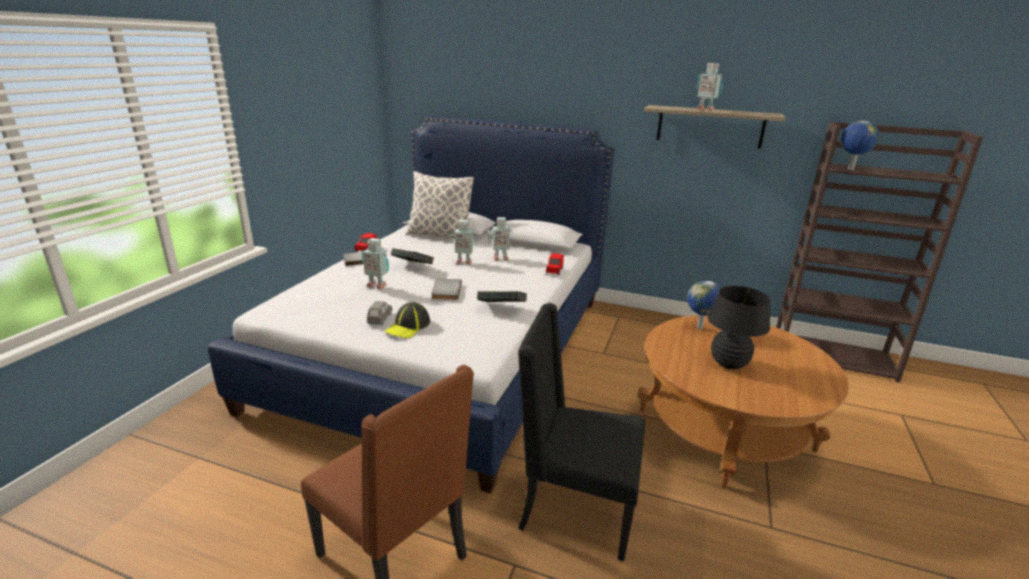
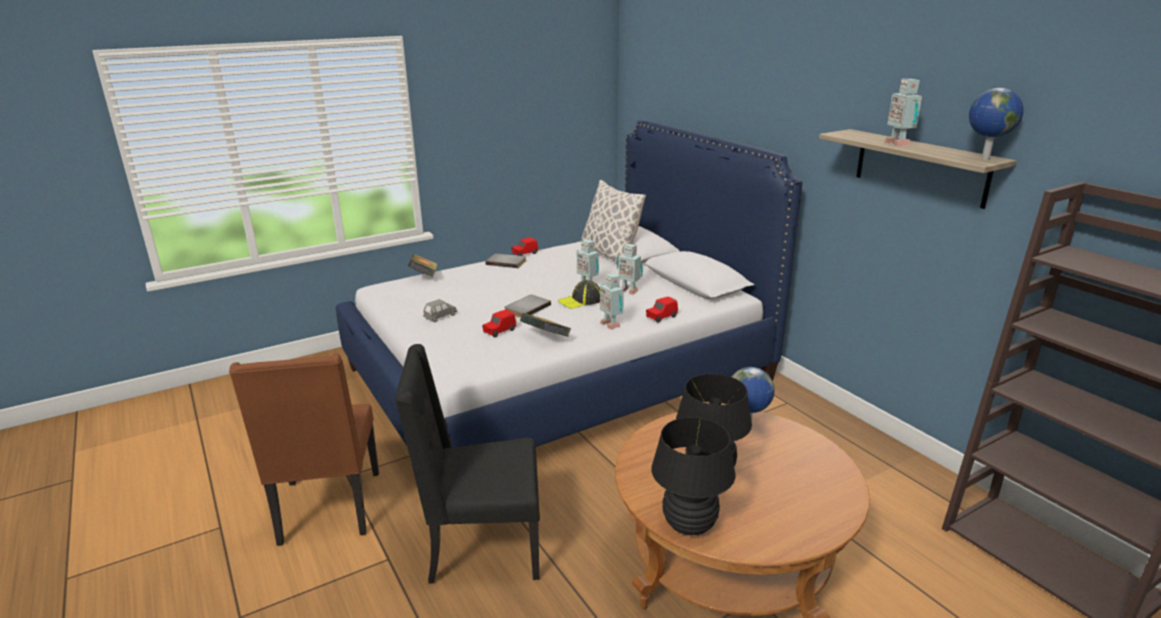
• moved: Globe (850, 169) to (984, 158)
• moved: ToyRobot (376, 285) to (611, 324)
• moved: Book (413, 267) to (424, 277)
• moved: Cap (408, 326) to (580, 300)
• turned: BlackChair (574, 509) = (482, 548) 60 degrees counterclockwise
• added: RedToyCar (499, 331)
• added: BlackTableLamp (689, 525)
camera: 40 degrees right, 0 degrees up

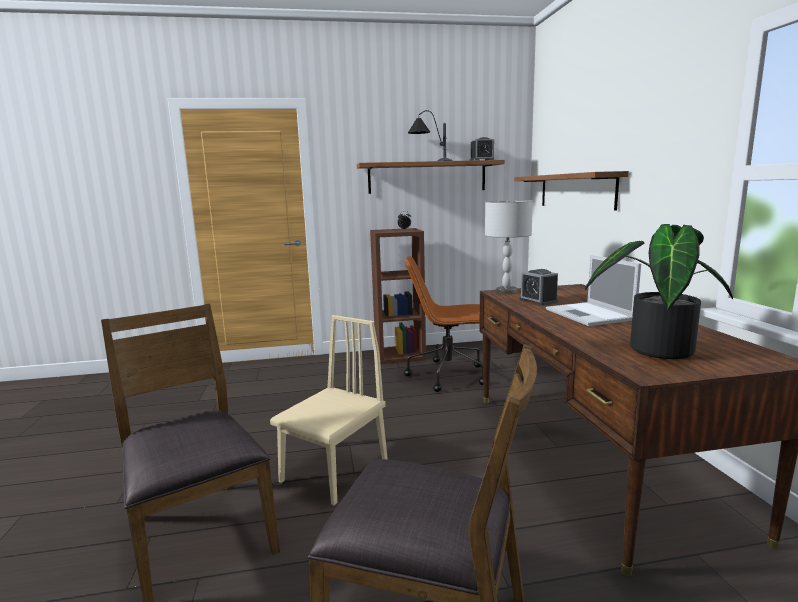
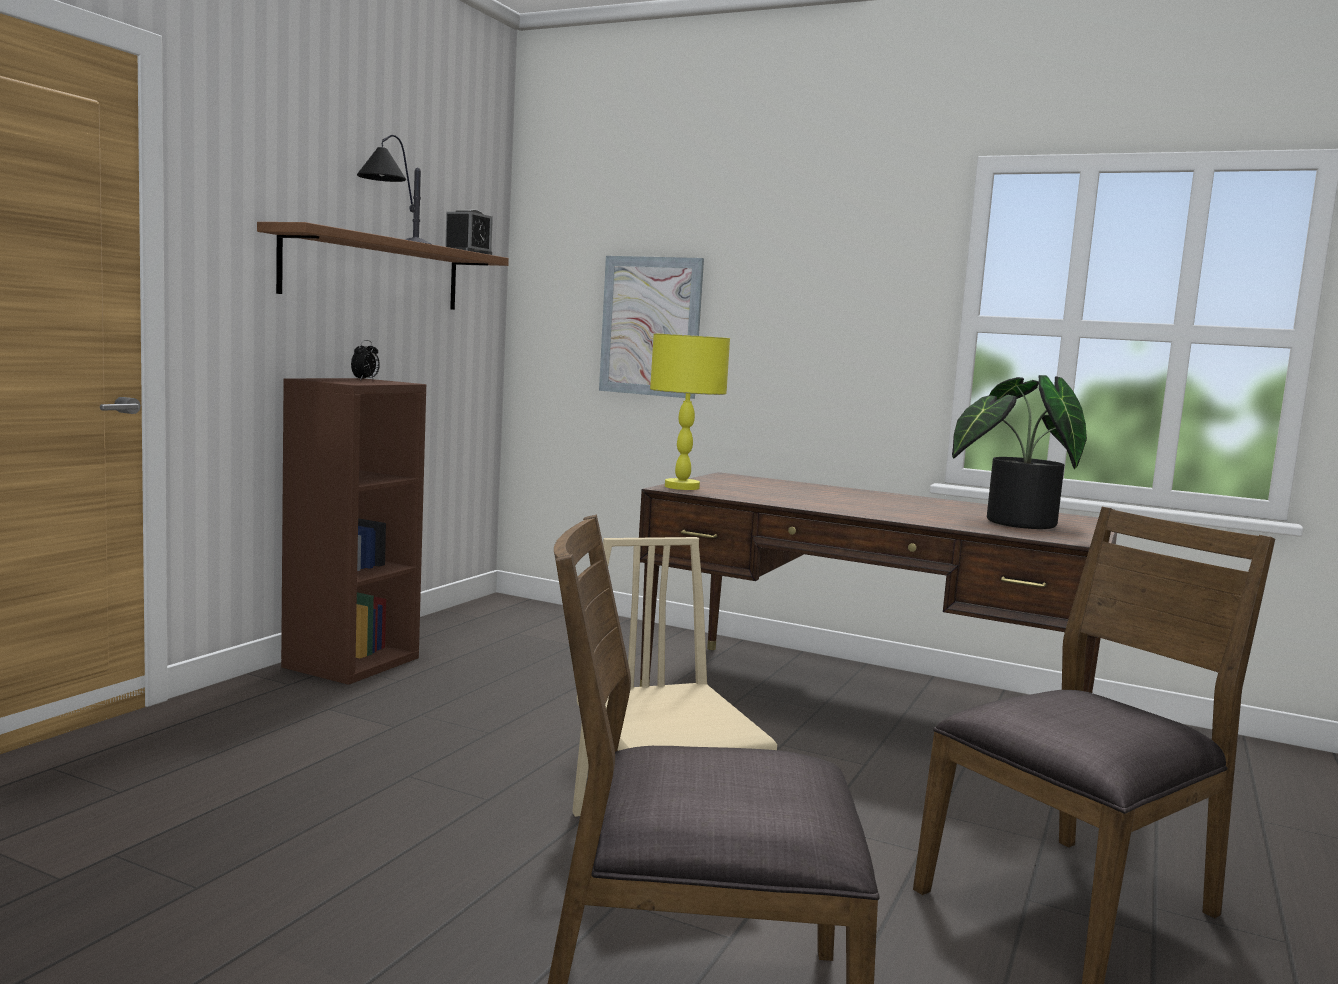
• replaced: Shelf (575, 191) to Picture (650, 326)
• recoloured: GreyTableLamp (507, 292) to YellowTableLamp (682, 487)
• removed: BrownOfficeChair (449, 375)
• removed: Laptop (590, 315)
• removed: AlarmClock (538, 301)
camera: 55 degrees left, 5 degrees down

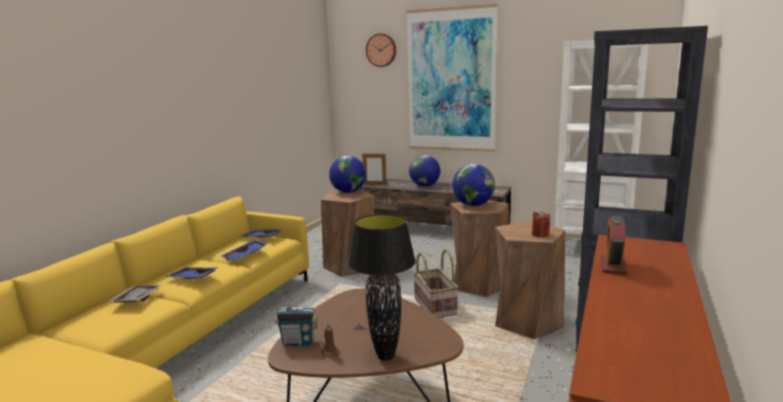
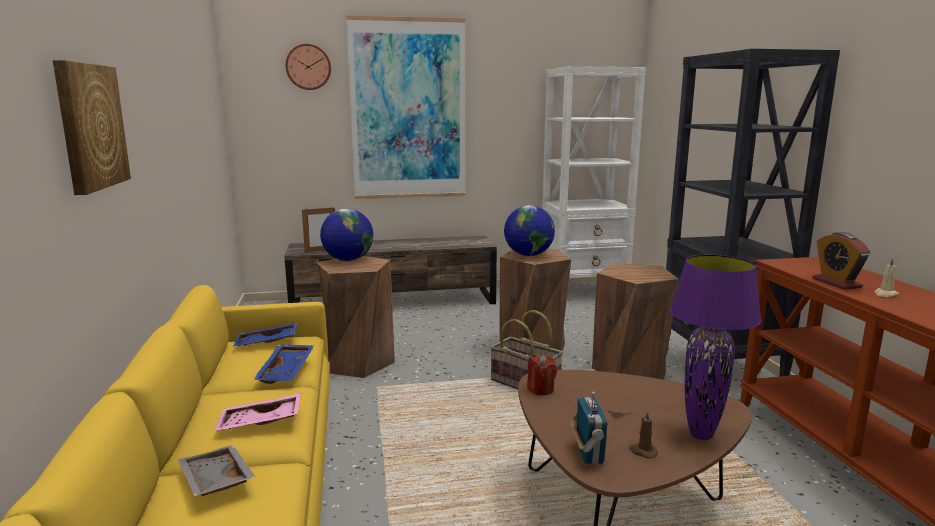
• removed: Globe (424, 186)
• moved: RedCandle (540, 234) to (540, 389)
• recoloured: BlackTableLamp (386, 356) to PurpleTableLamp (701, 435)
• recoloured: BlueTray (192, 279) to PinkTray (260, 423)
• turned: Radio (298, 342) = (588, 454) 60 degrees counterclockwise
• added: Picture (90, 126)
• added: BeigeCandle (885, 294)
camera: 35 degrees left, 0 degrees up

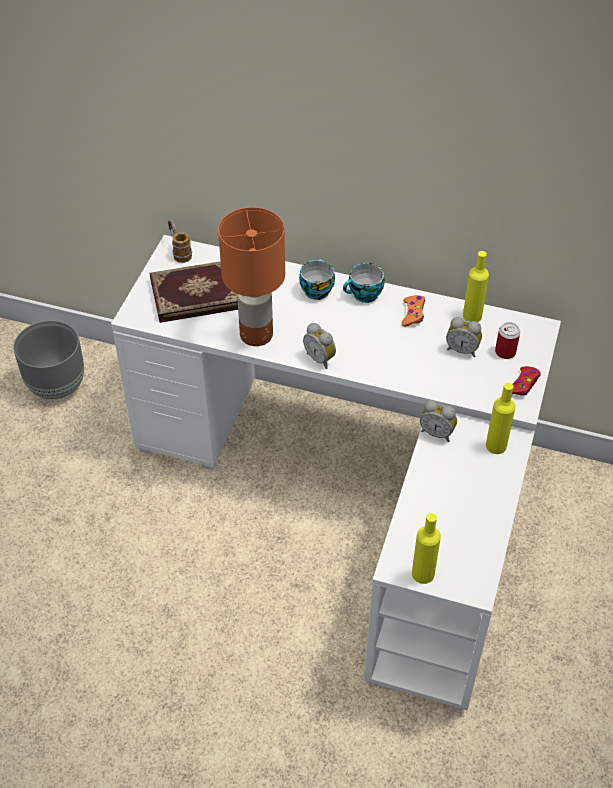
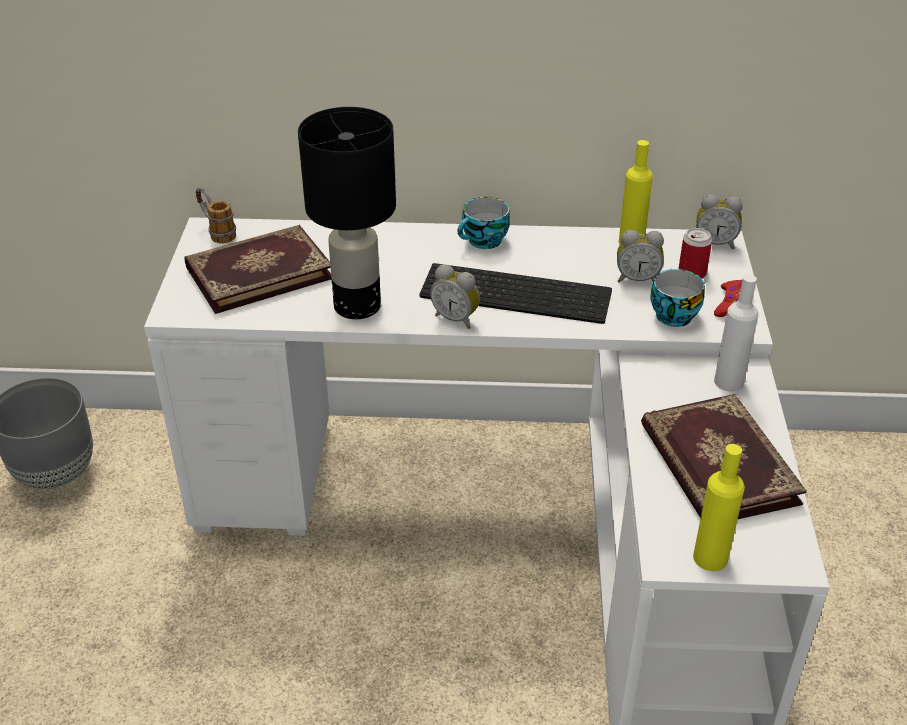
• recoloured: OrangeTableLamp (257, 334) to BlackTableLamp (358, 305)
• moved: Cup (316, 290) to (671, 314)
• removed: OrangeGameController (413, 314)
• recoloured: YellowBottle (496, 445) to WhiteBottle (728, 382)
• moved: AlarmClock (437, 432) to (715, 243)
• added: Keyboard (518, 292)
• added: Book (716, 464)
camera: 15 degrees left, 10 degrees down

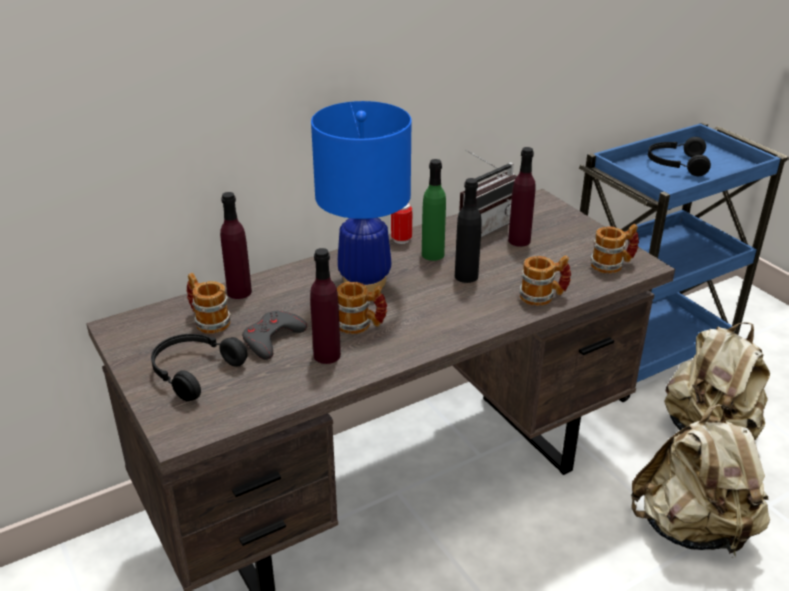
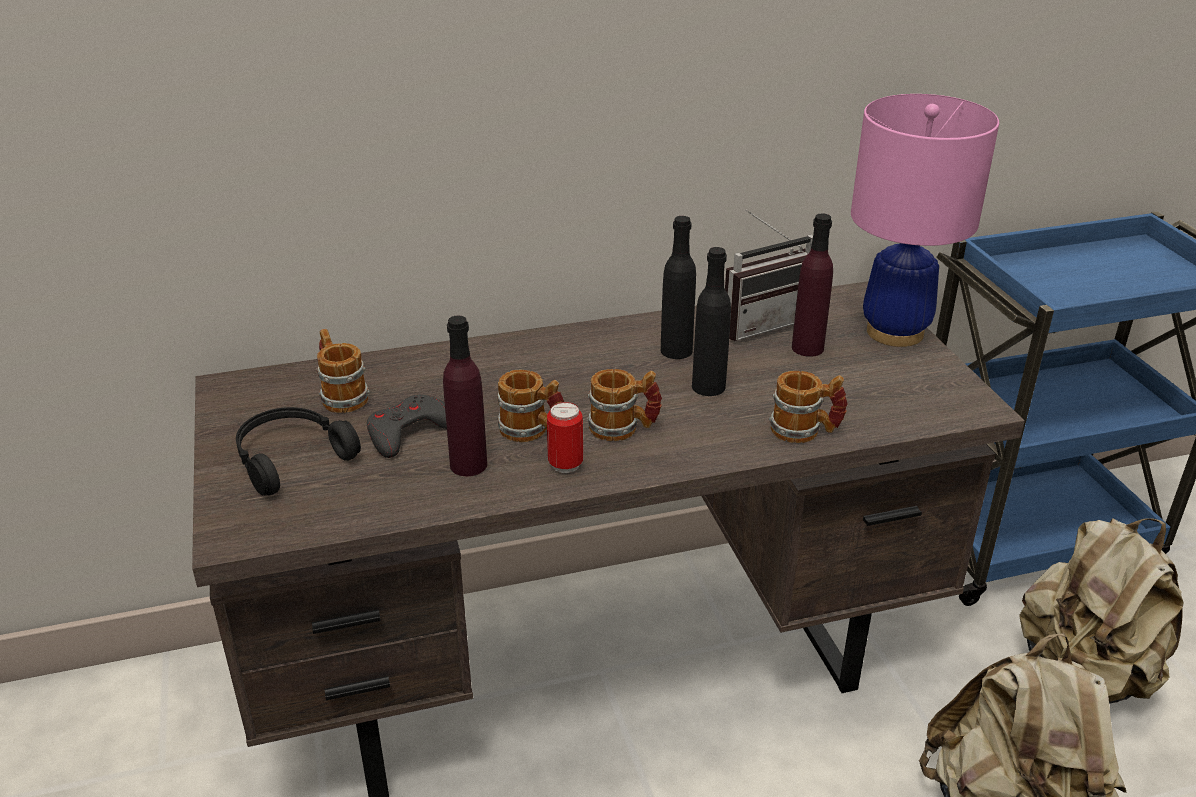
• removed: BlueTableLamp (365, 281)
• removed: BlackHeadphones (676, 164)
• recoloured: GreenBottle (432, 254) to BlackBottle (676, 350)
• removed: PurpleBottle (239, 292)
• moved: Can (401, 239) to (565, 464)
• moved: Mug (612, 265) to (623, 428)
• added: PinkTableLamp (894, 332)
camera: 15 degrees right, 0 degrees up

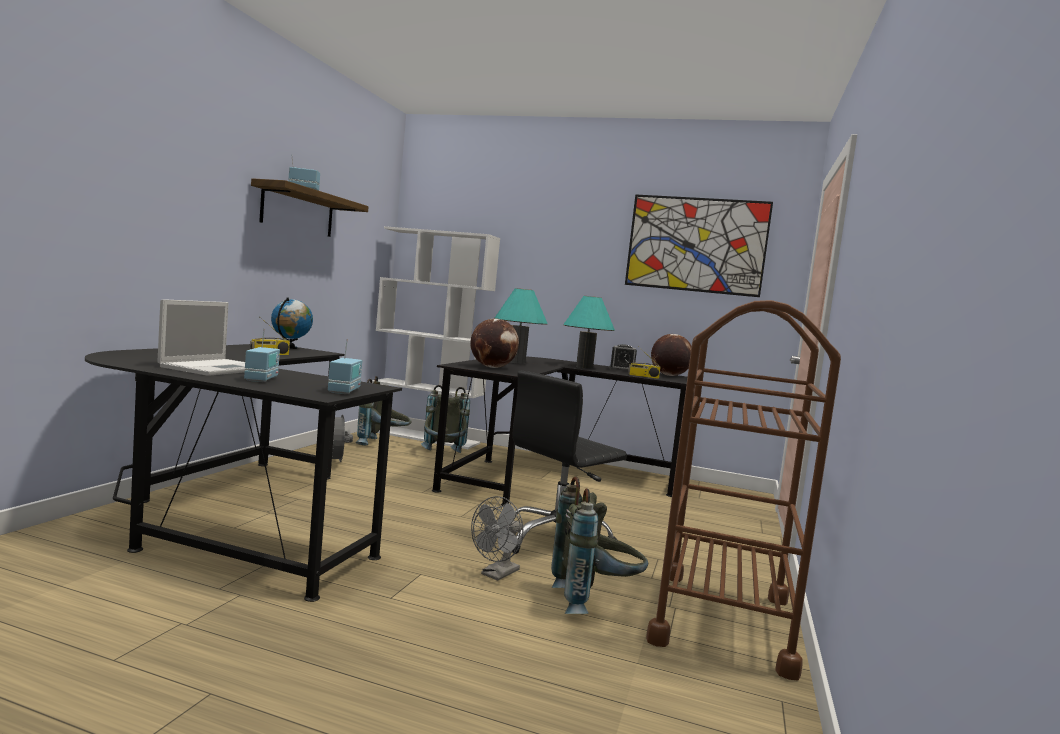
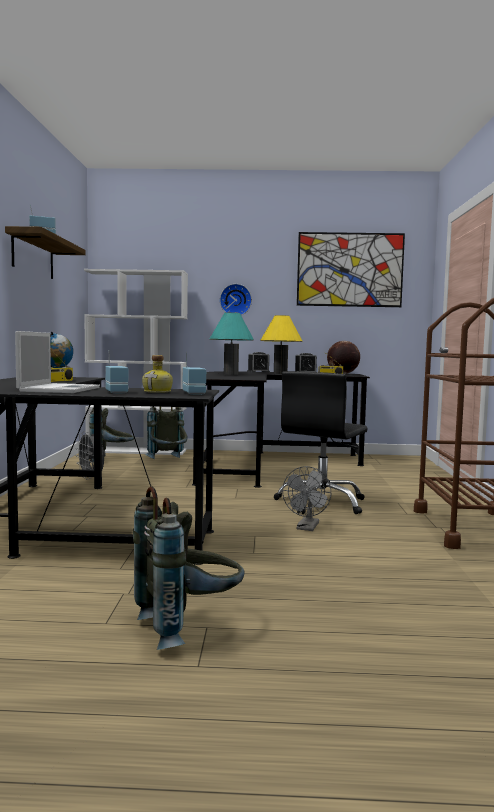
• recoloured: TurquoiseTableLamp (584, 367) to YellowTableLamp (280, 373)
• removed: Globe (492, 367)
• moved: GreyBackpack (594, 602) to (189, 627)
• added: WallClock (235, 300)
• added: AlarmClock (258, 372)
• added: Bottle (158, 392)
camera: 15 degrees left, 0 degrees up

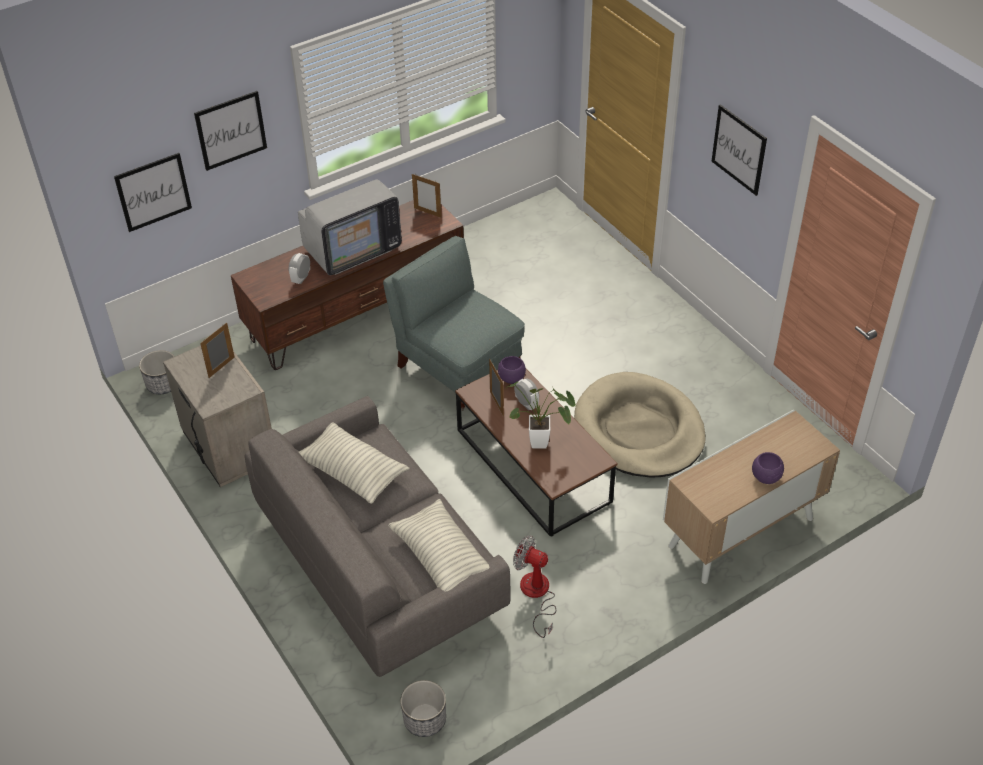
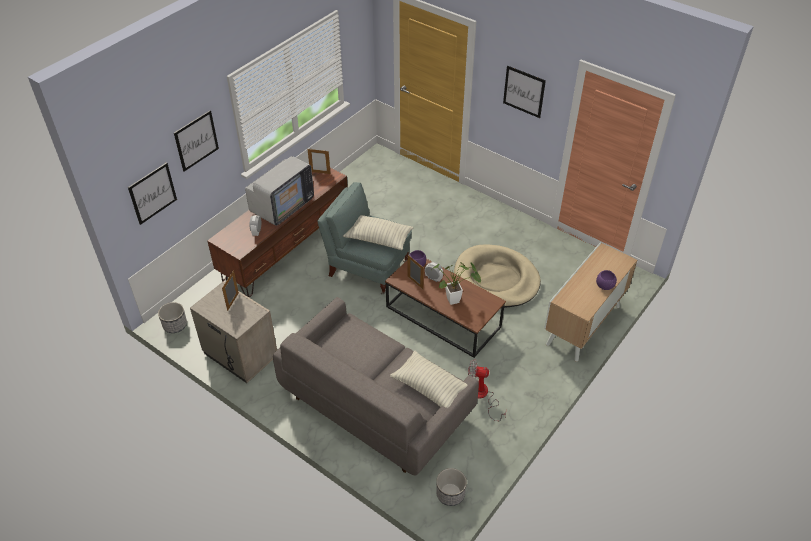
• moved: Pillow (352, 471) to (378, 238)
camera: 20 degrees left, 0 degrees up

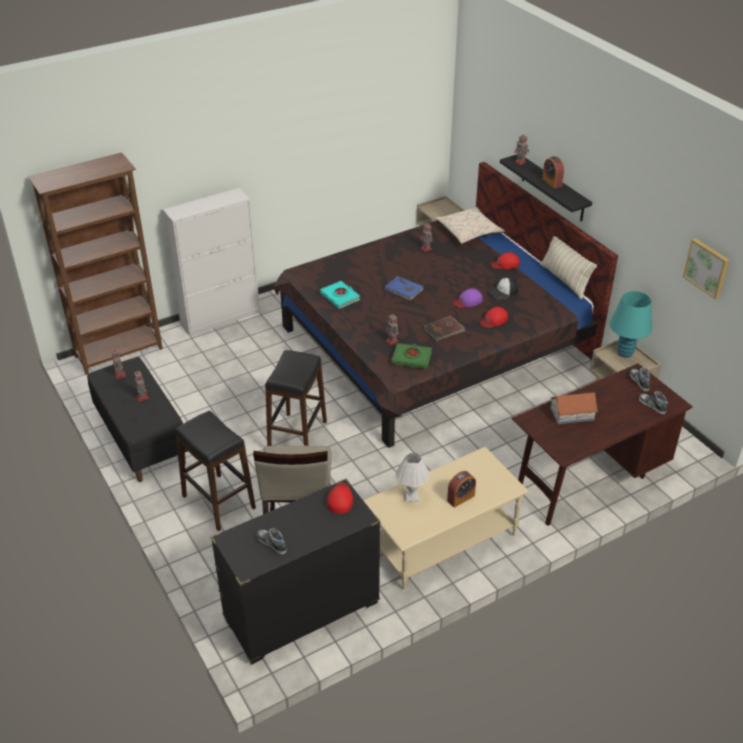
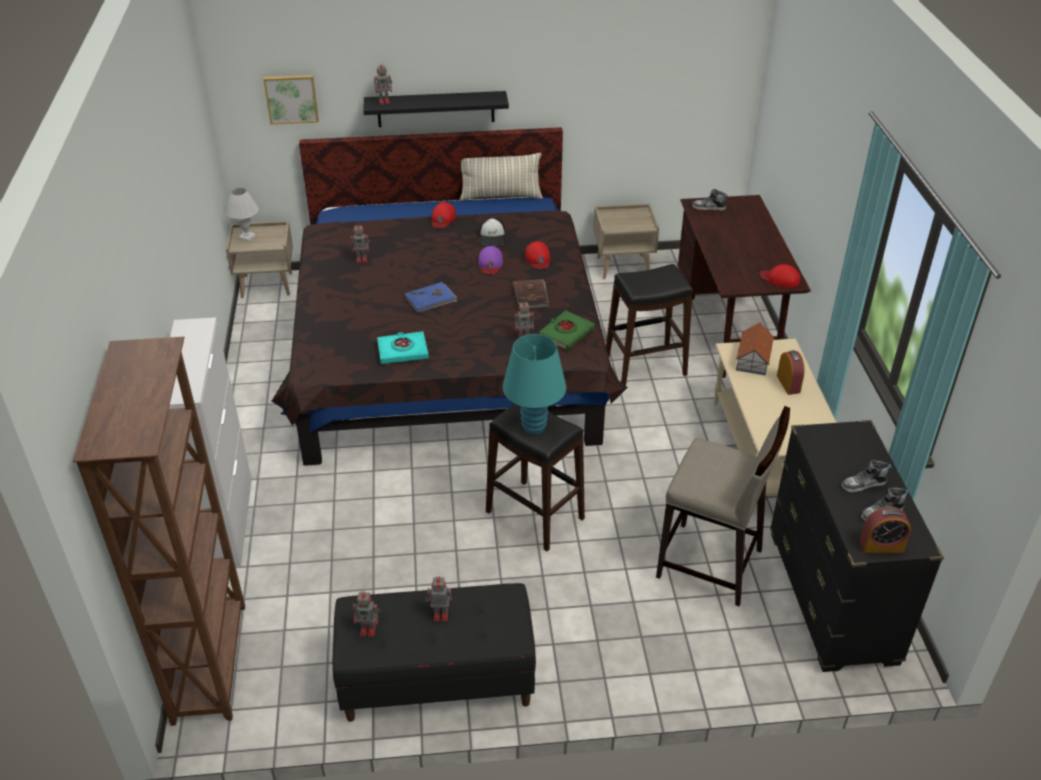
• moved: AlarmClock (552, 182) to (881, 546)
• removed: BeigePillow (468, 232)
• moved: Picture (707, 267) to (291, 98)
• moved: TurquoiseTableLamp (625, 353) to (534, 427)
• moved: Shoe (652, 405) to (864, 484)
• moved: ToyHouse (571, 413) to (752, 359)
• moved: BlackStool (218, 502) to (645, 367)
• moved: WhiteTableLamp (411, 497) to (247, 237)
• moved: RedCap (340, 499) to (780, 279)
camera: 65 degrees left, 0 degrees up

